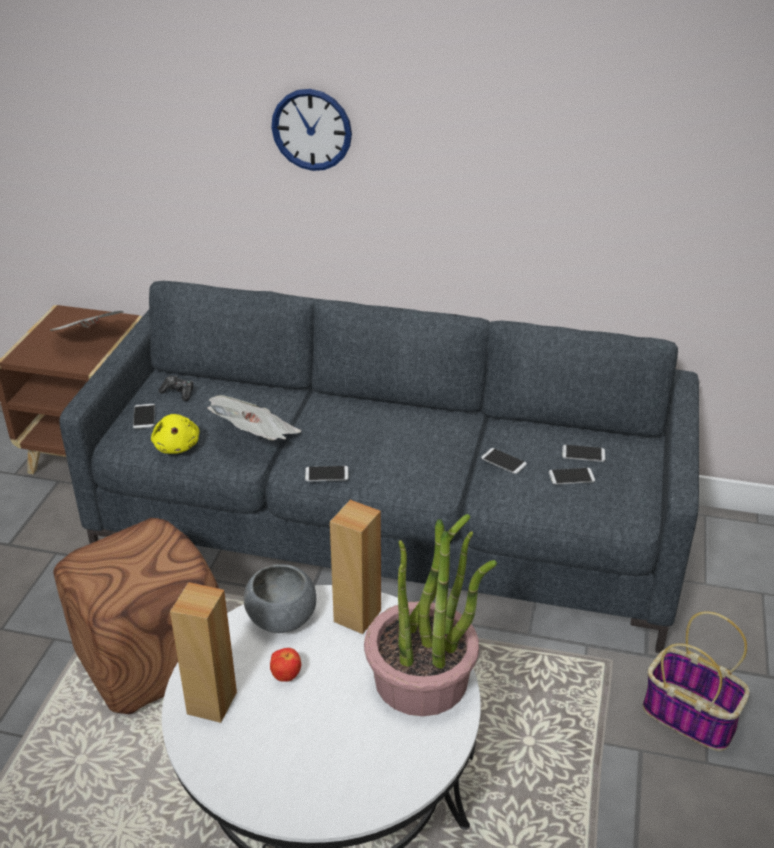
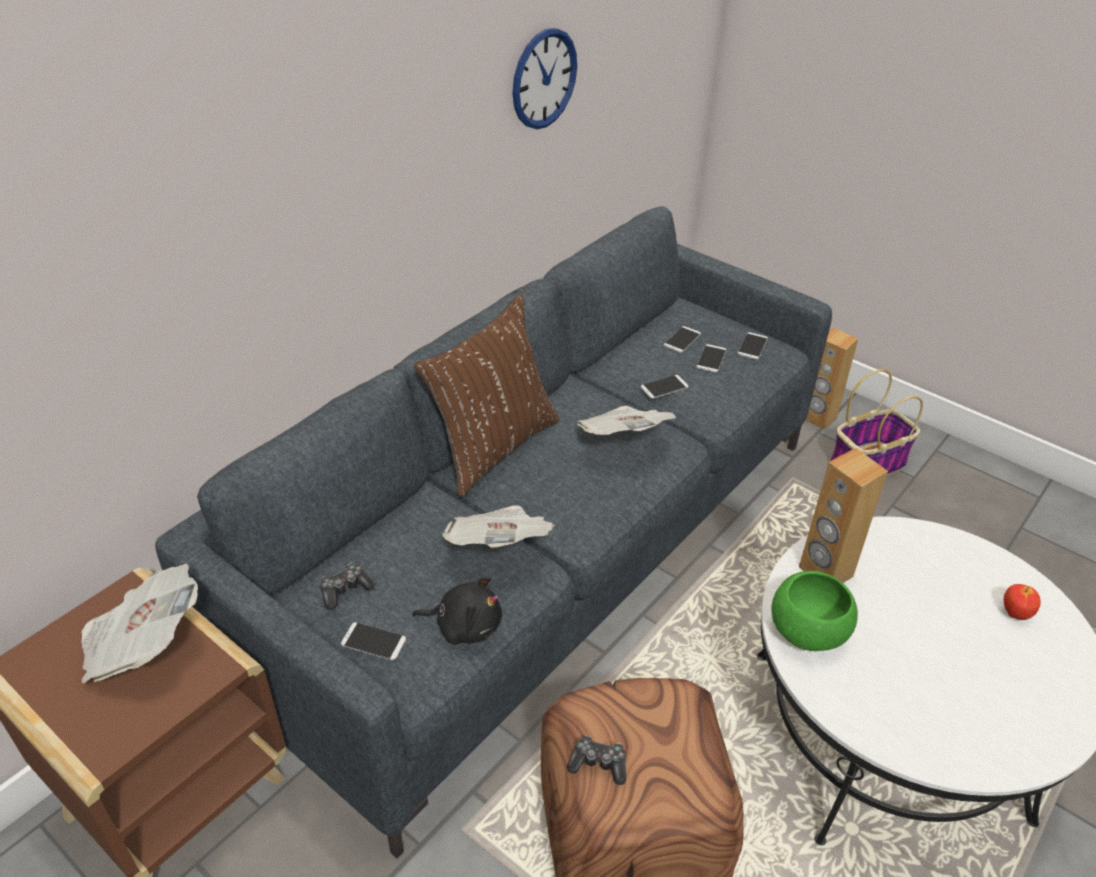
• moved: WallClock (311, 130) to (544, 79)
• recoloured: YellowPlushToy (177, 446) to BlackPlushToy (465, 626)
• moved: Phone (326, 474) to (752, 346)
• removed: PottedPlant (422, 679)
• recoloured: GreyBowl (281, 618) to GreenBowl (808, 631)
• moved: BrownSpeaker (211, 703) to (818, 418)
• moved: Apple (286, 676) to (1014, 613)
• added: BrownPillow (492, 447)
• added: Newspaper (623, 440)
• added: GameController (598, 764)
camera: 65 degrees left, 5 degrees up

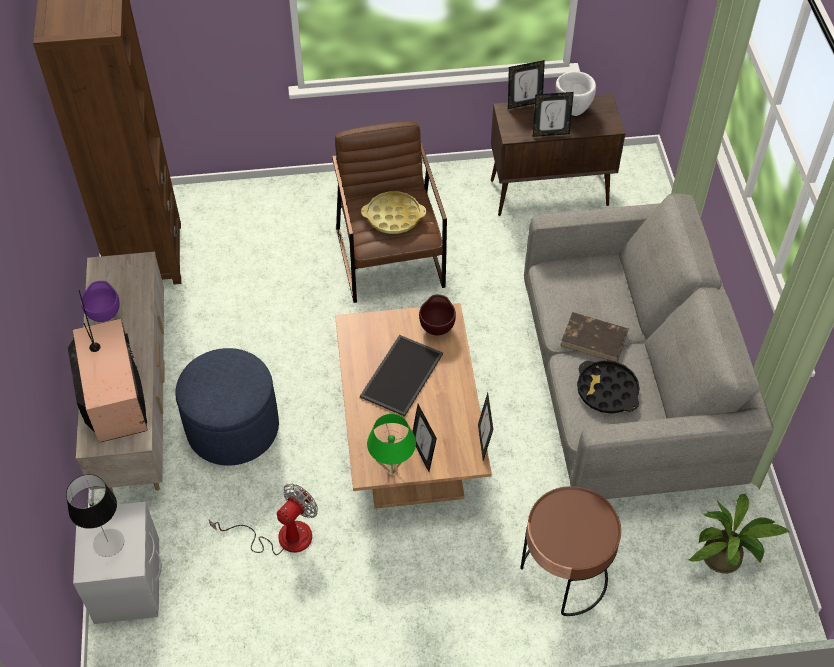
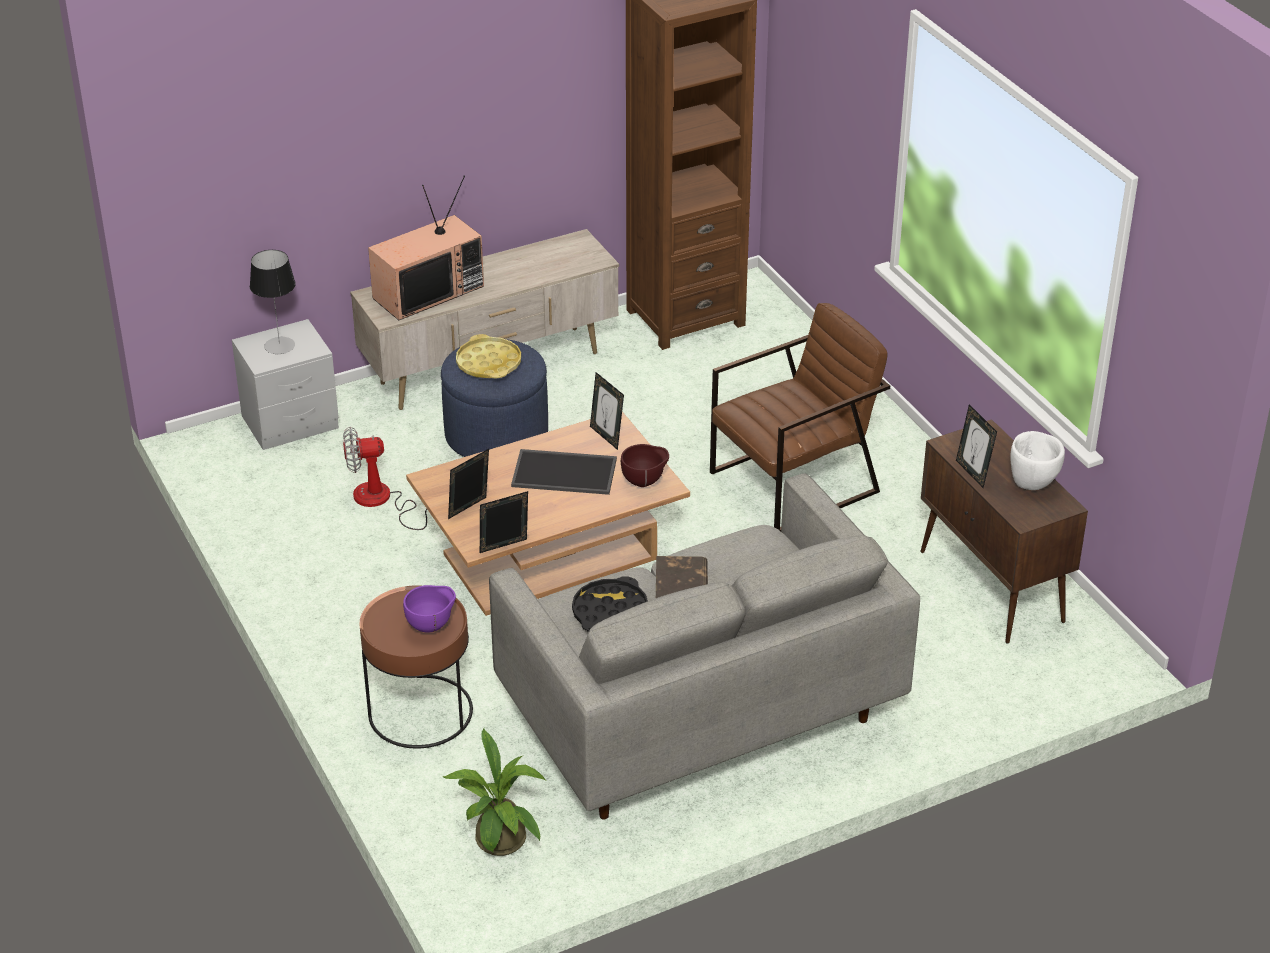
• moved: PictureFrame (524, 103) to (606, 436)
• moved: YellowTray (393, 216) to (489, 363)
• moved: PurpleBowl (104, 313) to (431, 626)
• removed: GreenTableLamp (392, 471)
• turned: Fan (282, 536) = (382, 501) 150 degrees clockwise
camera: 70 degrees right, 15 degrees down

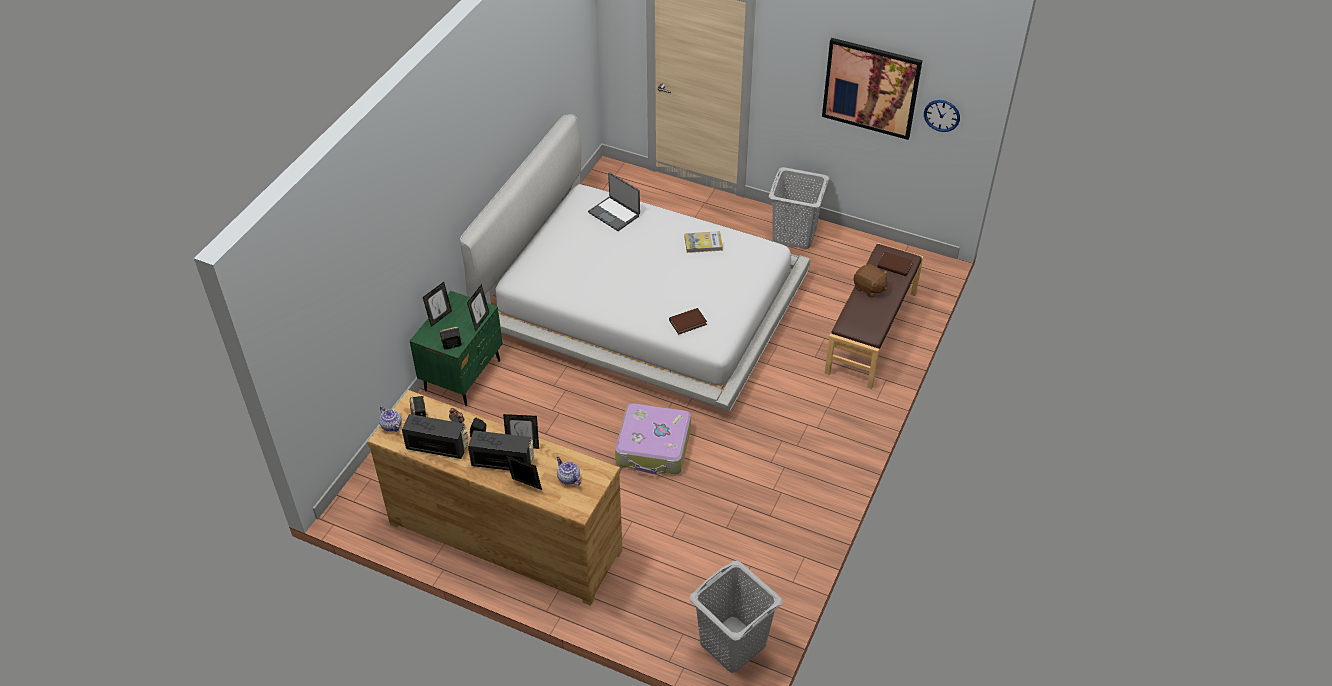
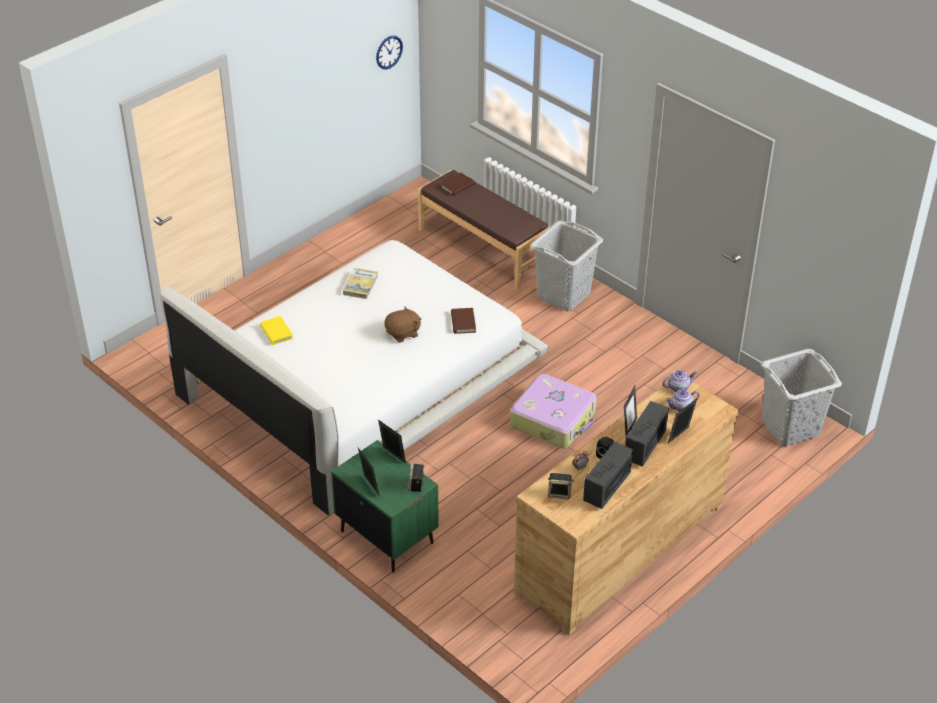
• removed: Picture (871, 88)
• moved: GreyLaundryBasket (794, 235) to (564, 295)
• replaced: Laptop (614, 214) to YellowBook (276, 332)
• moved: BrownPlushToy (869, 288) to (403, 334)
• moved: Teapot (392, 426) to (678, 387)
camera: 70 degrees left, 5 degrees down

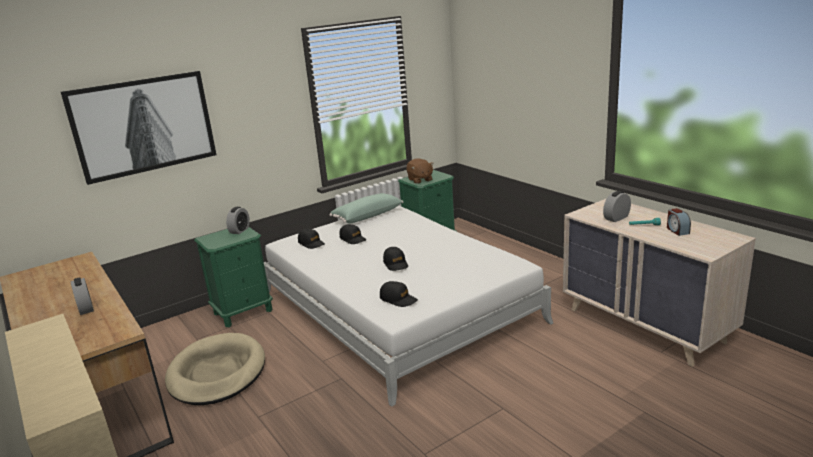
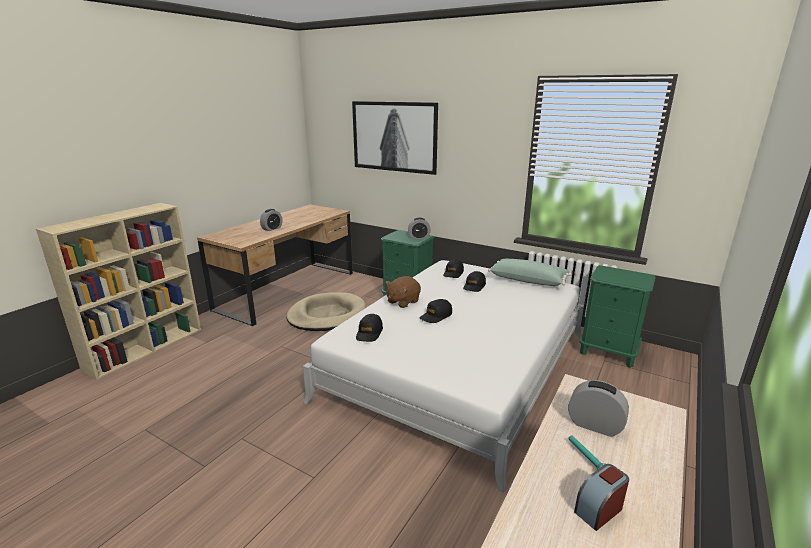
• moved: BrownPlushToy (420, 180) to (402, 301)
camera: 65 degrees right, 0 degrees up

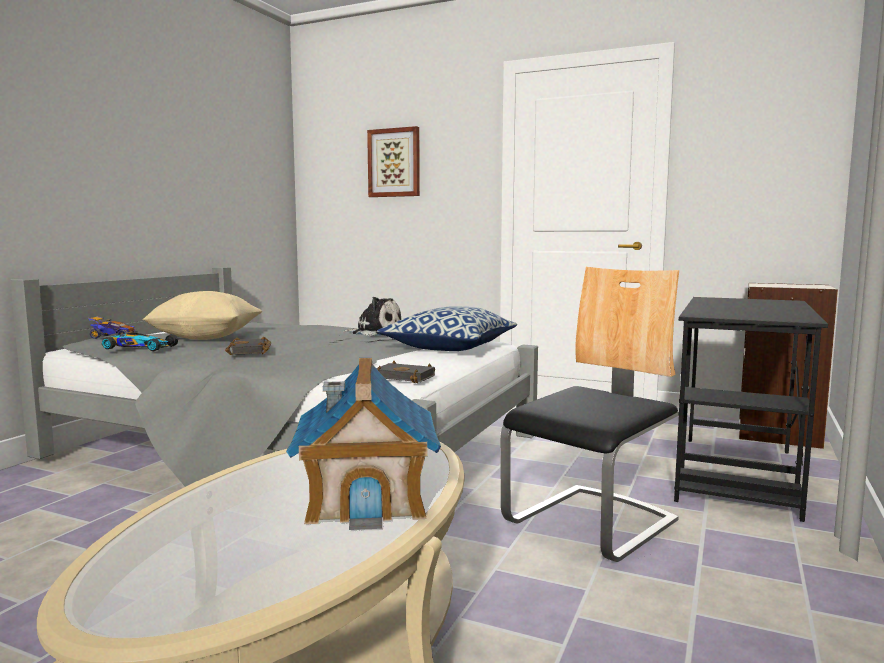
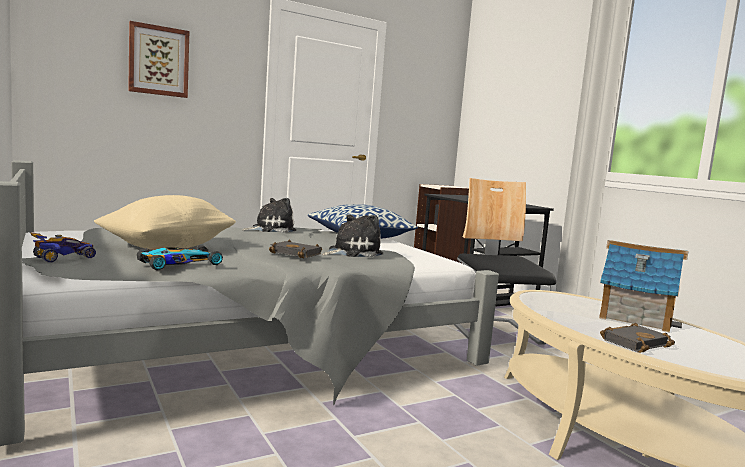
• moved: BlackBook (407, 377) to (634, 342)
• added: PlushToy (351, 252)
camera: 55 degrees left, 0 degrees up

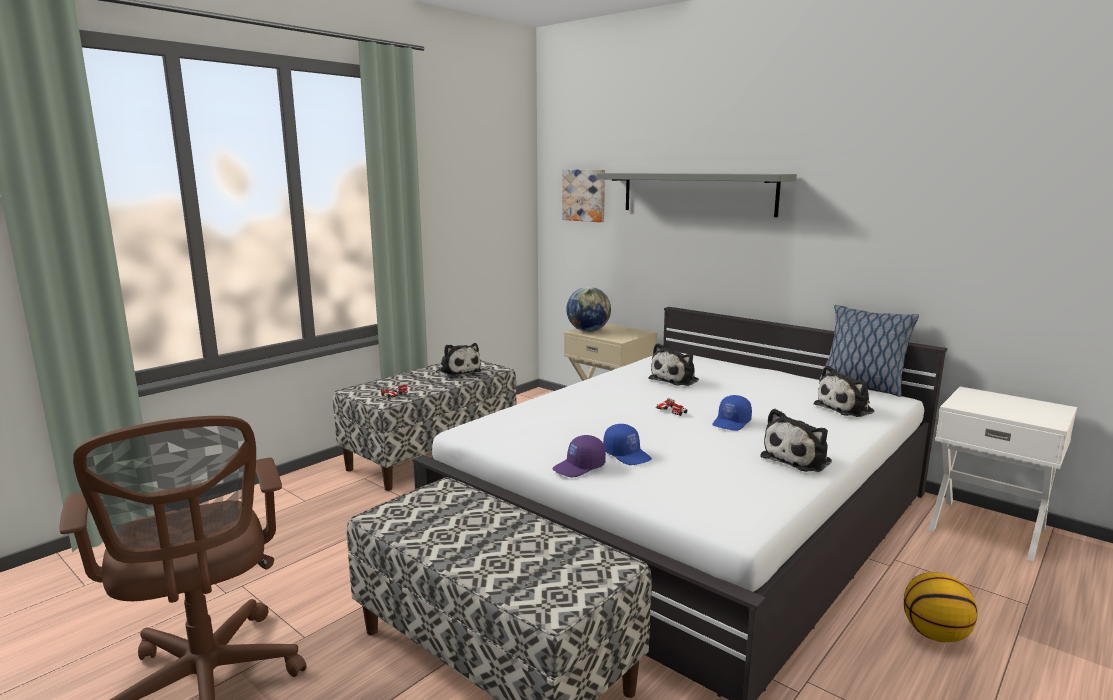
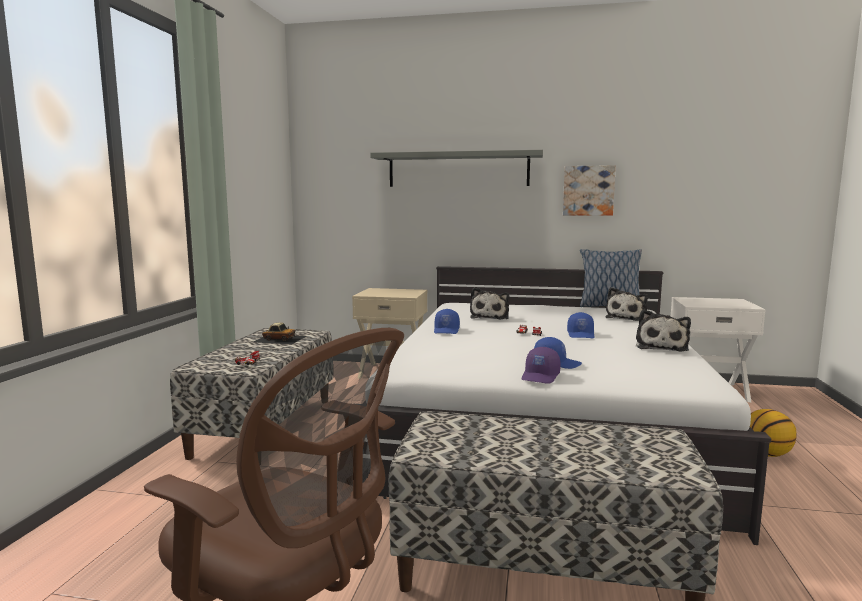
• moved: Picture (585, 195) to (588, 190)
• removed: Globe (588, 331)
• replaced: PlushToy (457, 372) to ToyCar (280, 339)
• added: BlueCap (447, 330)
camera: 30 degrees left, 5 degrees down

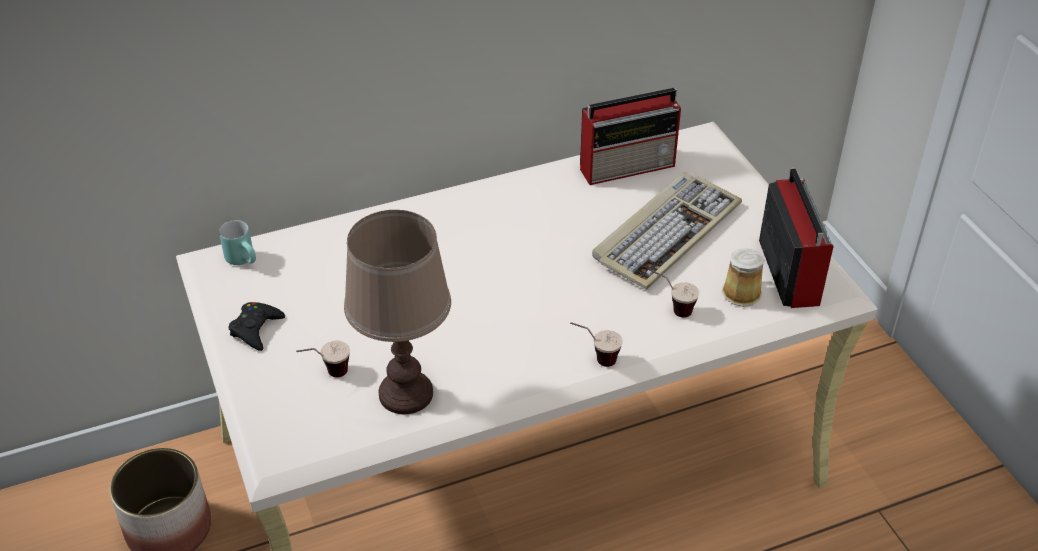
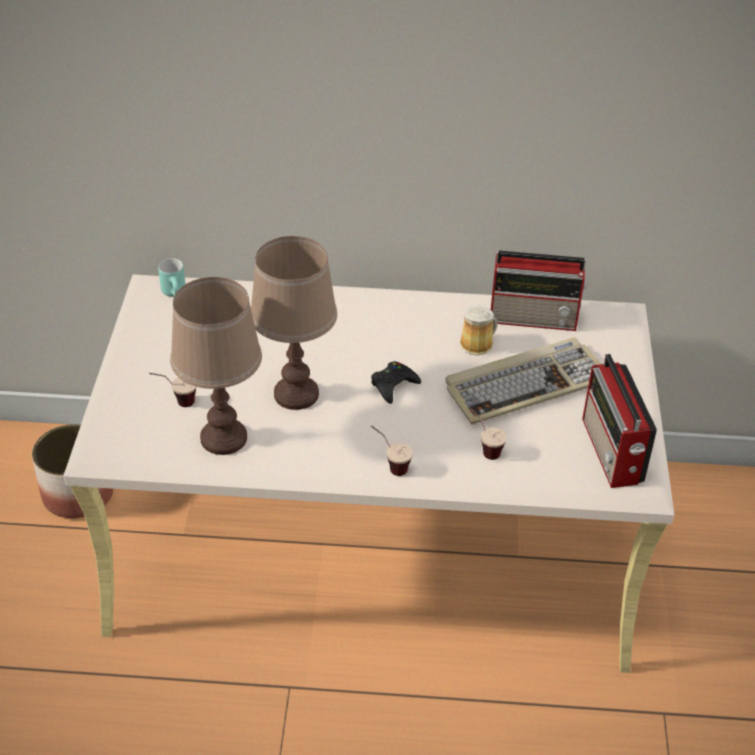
• turned: Radio (789, 270) = (612, 452) 150 degrees clockwise
• moved: Mug (742, 292) to (478, 344)
• moved: BlackGameController (256, 329) to (393, 385)
• added: BrownTableLamp (295, 394)
camera: 25 degrees right, 0 degrees up

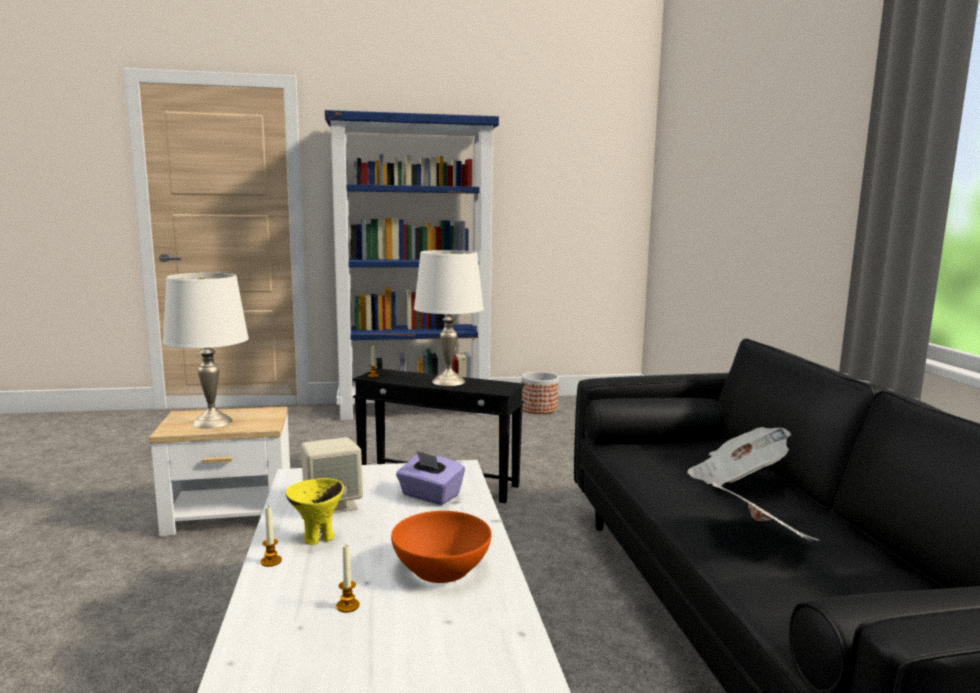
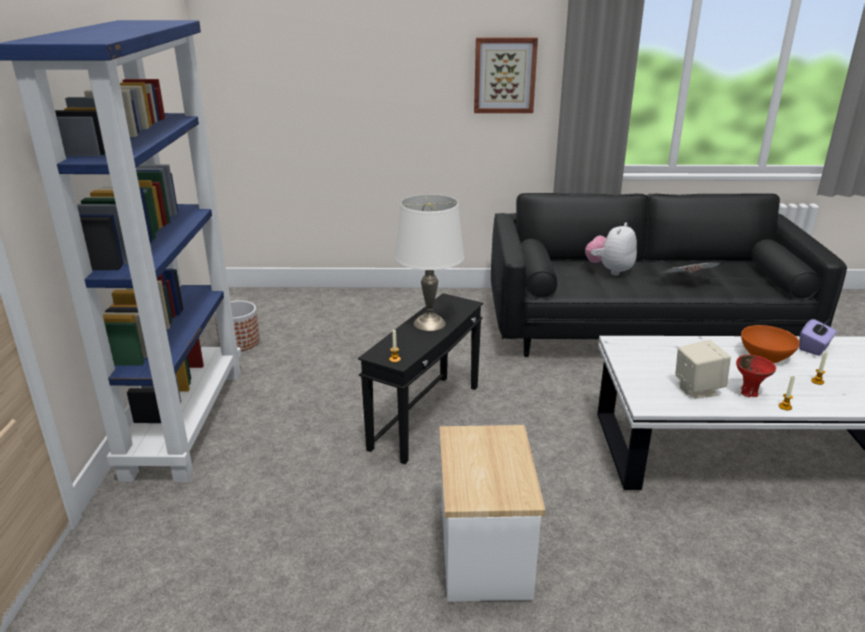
• removed: WhiteTableLamp (211, 422)
• replaced: Newspaper (735, 479) to PlushToy (610, 270)
• moved: PurpleTissueBox (430, 496) to (814, 347)
• recoloured: YellowBowl (318, 538) to RedBowl (749, 392)
• added: Picture (504, 75)
camera: 80 degrees left, 15 degrees up

